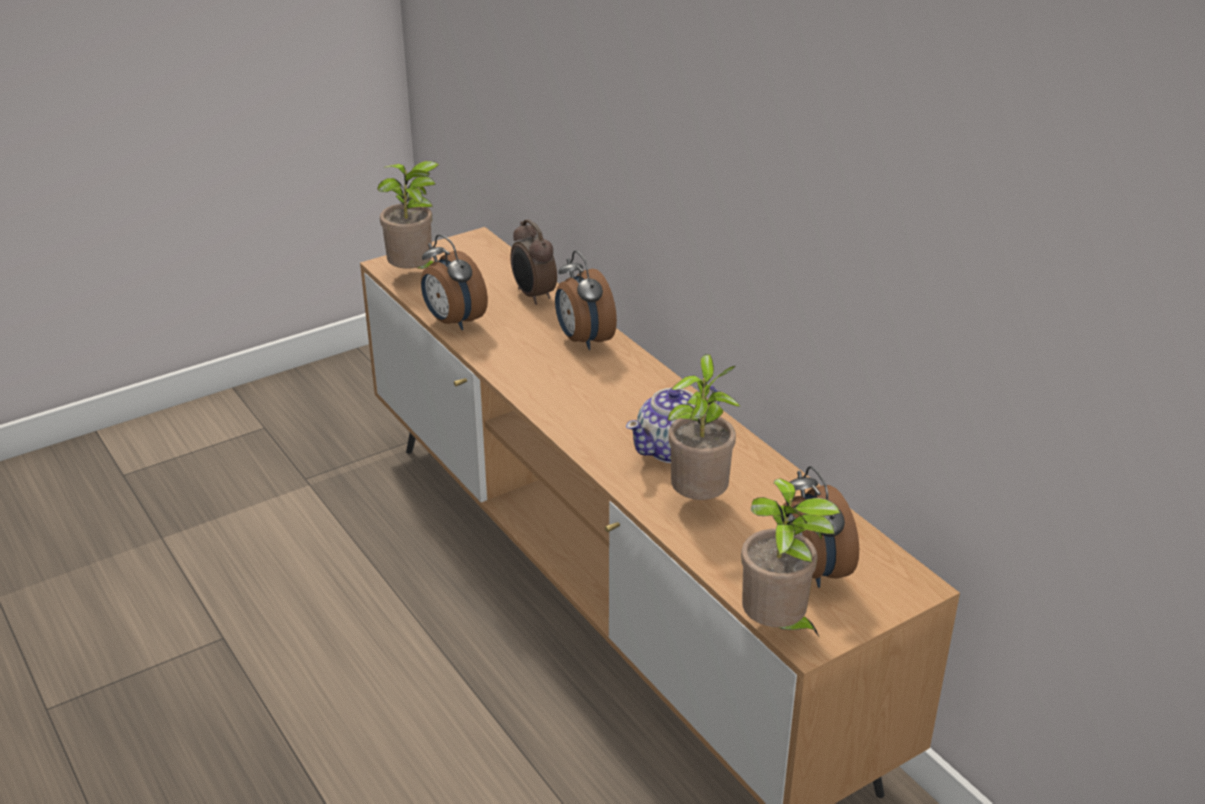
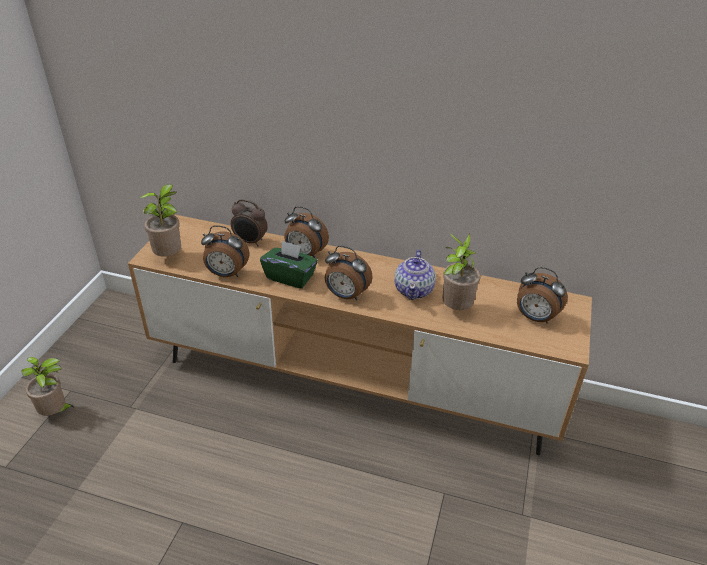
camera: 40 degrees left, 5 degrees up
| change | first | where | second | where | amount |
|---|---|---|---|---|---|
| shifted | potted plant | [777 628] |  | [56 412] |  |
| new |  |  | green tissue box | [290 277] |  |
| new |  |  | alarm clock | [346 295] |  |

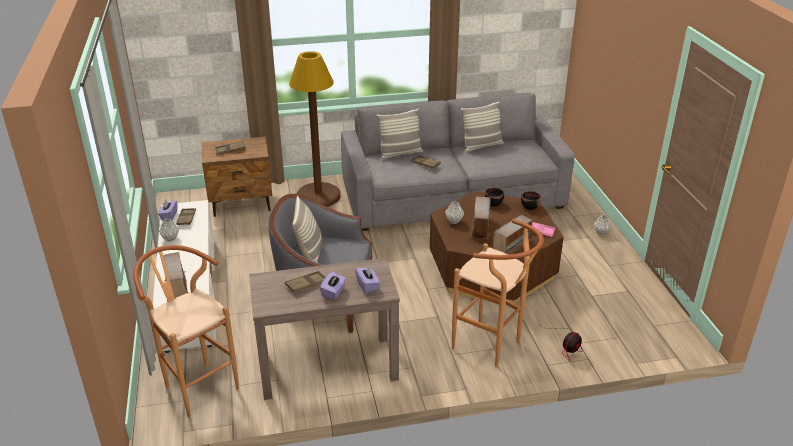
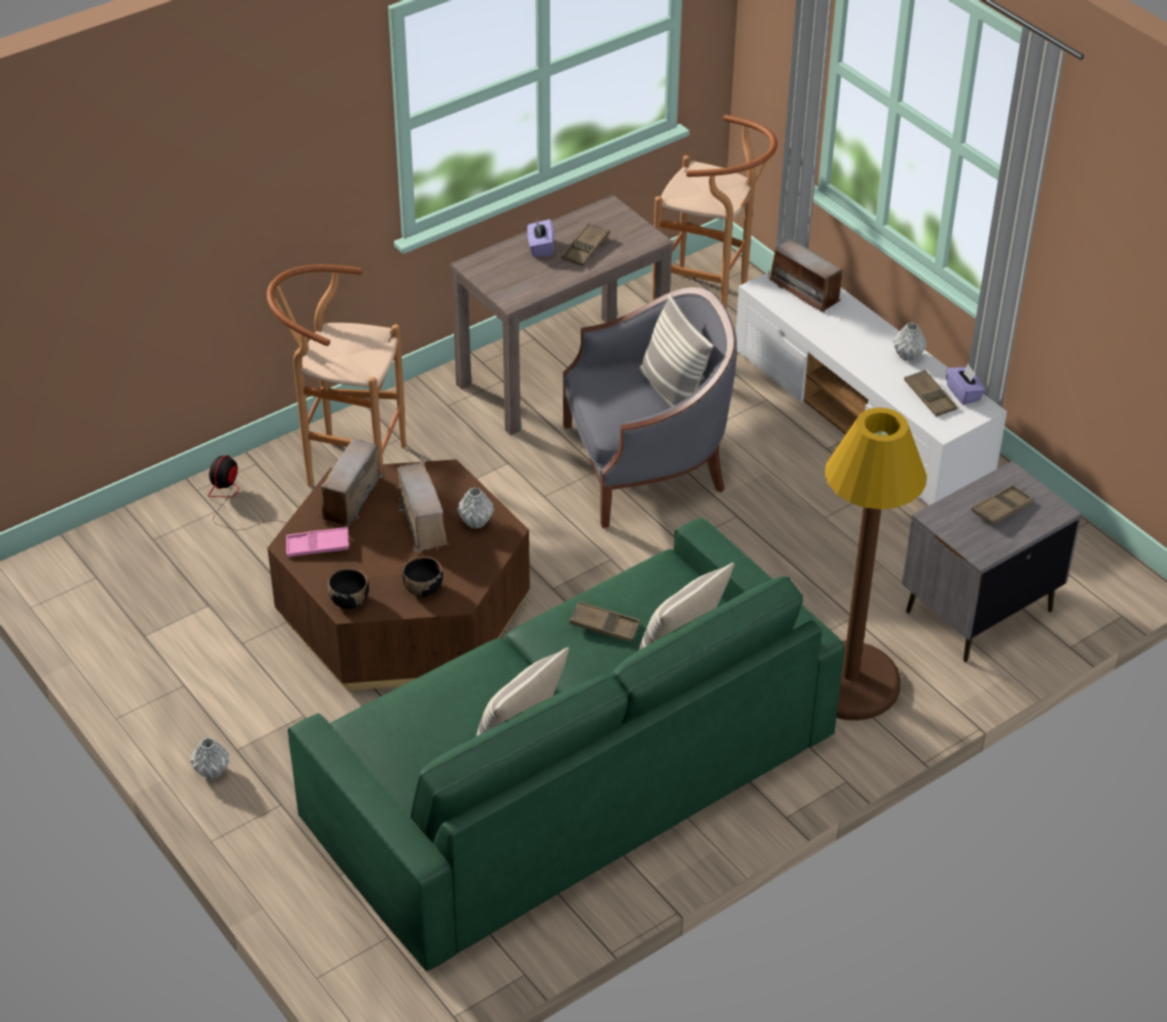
camera: 155 degrees right, 10 degrees up
| change | first | where | second | where | amount |
|---|---|---|---|---|---|
| repainted | grey sofa | [452 196] | green sofa | [570 781] |  |
| repainted | brown nightstand | [242 203] | grey nightstand | [977 611] |  |
| gone | purple tissue box | [367 285] |  |  |  |

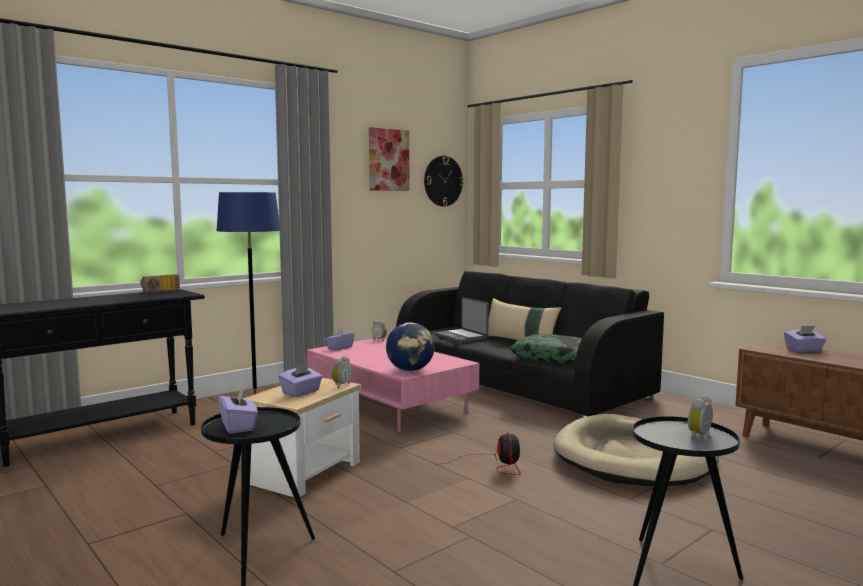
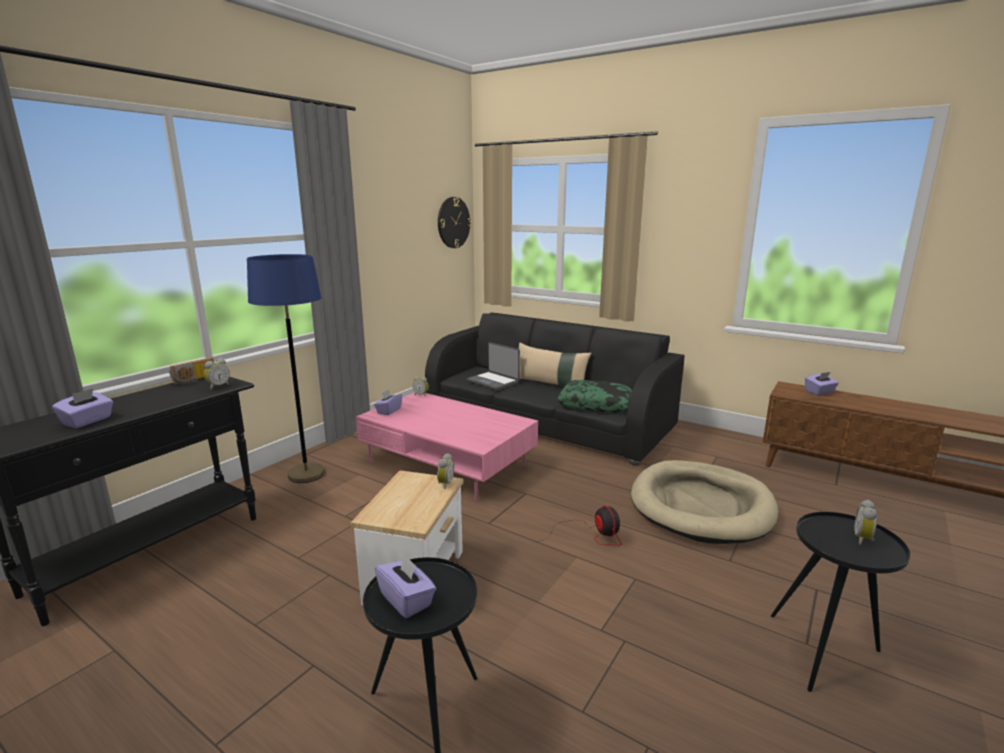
camera: 15 degrees left, 10 degrees up
| change | first | where | second | where | amount |
|---|---|---|---|---|---|
| gone | picture | [388 160] |  |  |  |
| gone | globe | [410 370] |  |  |  |
| shifted | purple tissue box | [301 392] |  | [88 421] |  |
| new |  |  | alarm clock | [218 386] |  |

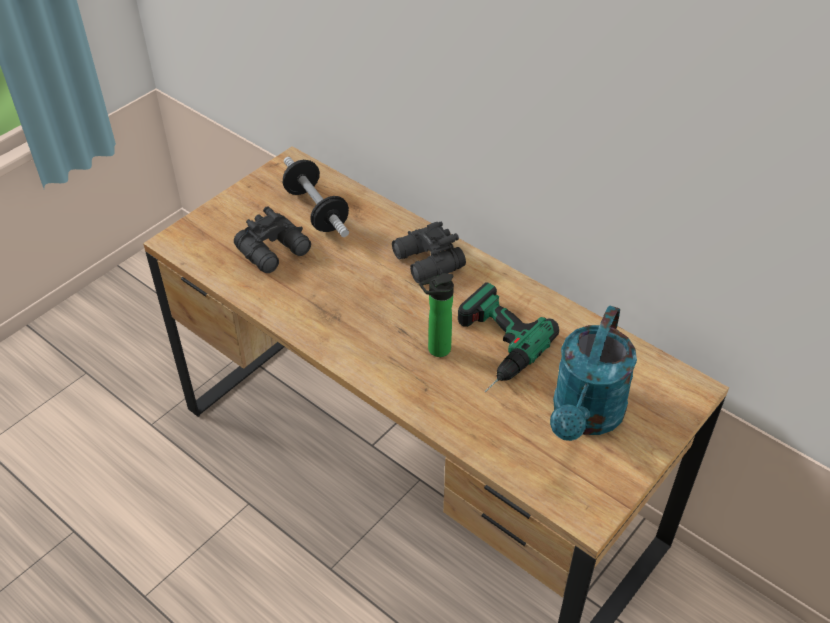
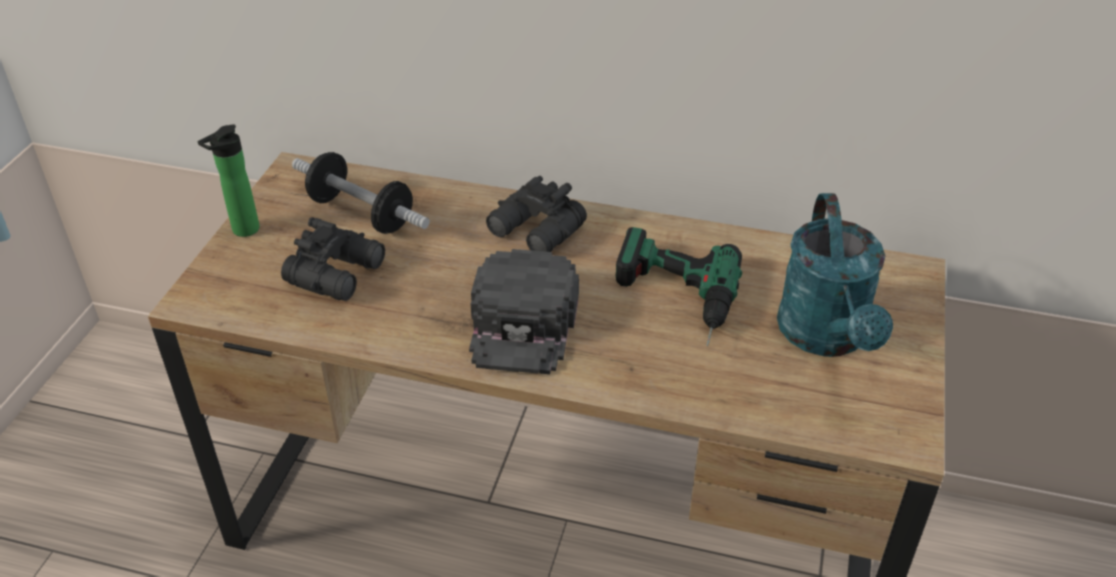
camera: 25 degrees left, 5 degrees down
| change | first | where | second | where | amount |
|---|---|---|---|---|---|
| shifted | bottle | [436 350] |  | [242 231] |  |
| new |  |  | black cap | [524 323] |  |

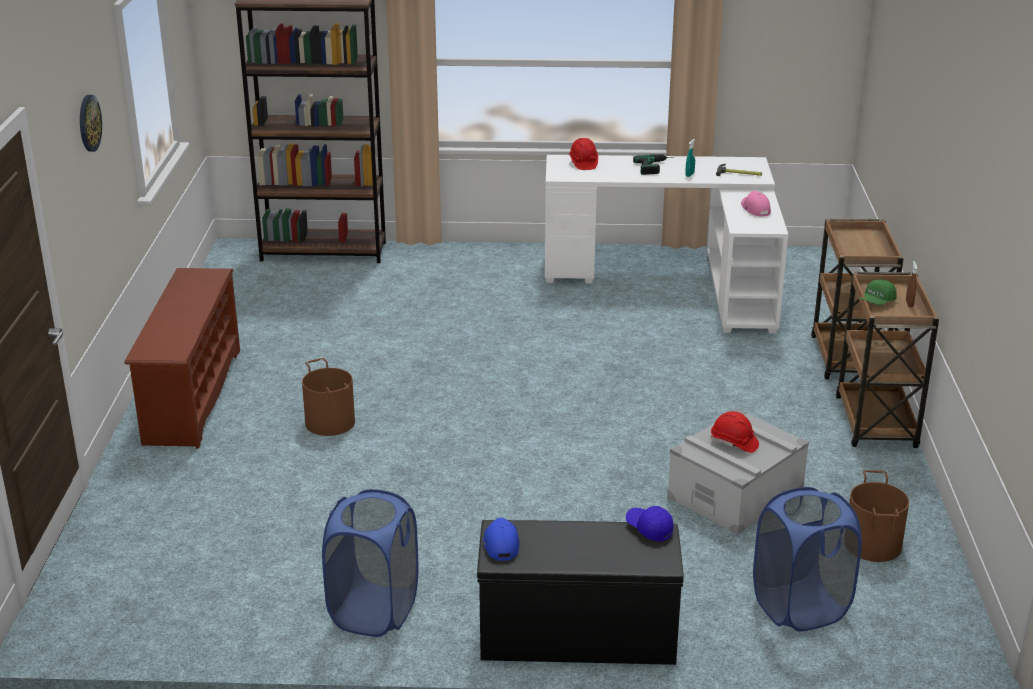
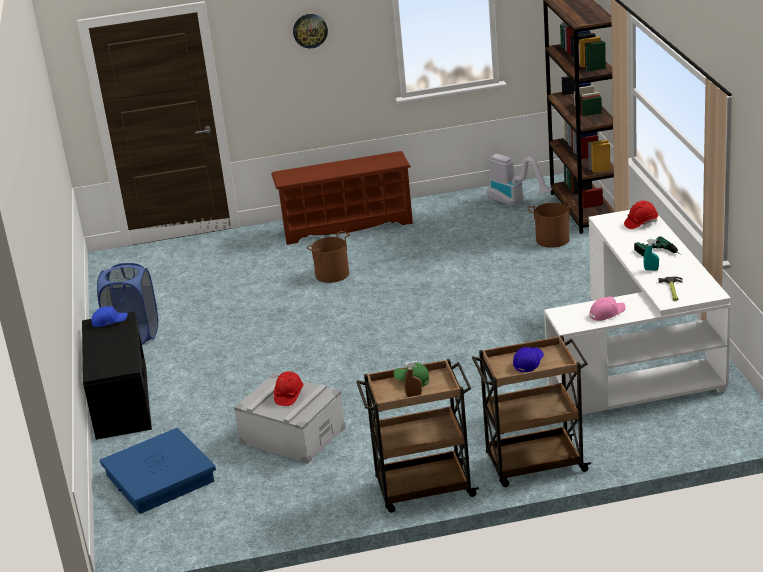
camera: 80 degrees right, 0 degrees up
| change | first | where | second | where | amount |
|---|---|---|---|---|---|
| shifted | brown bucket | [871 544] |  | [552 239] |  |
| swapped | blue laundry basket | [800 607] | blue storage box | [159 478] |  |
| shifted | blue cap | [649 529] |  | [528 363] |  |
| new |  |  | vacuum cleaner | [516 202] |  |

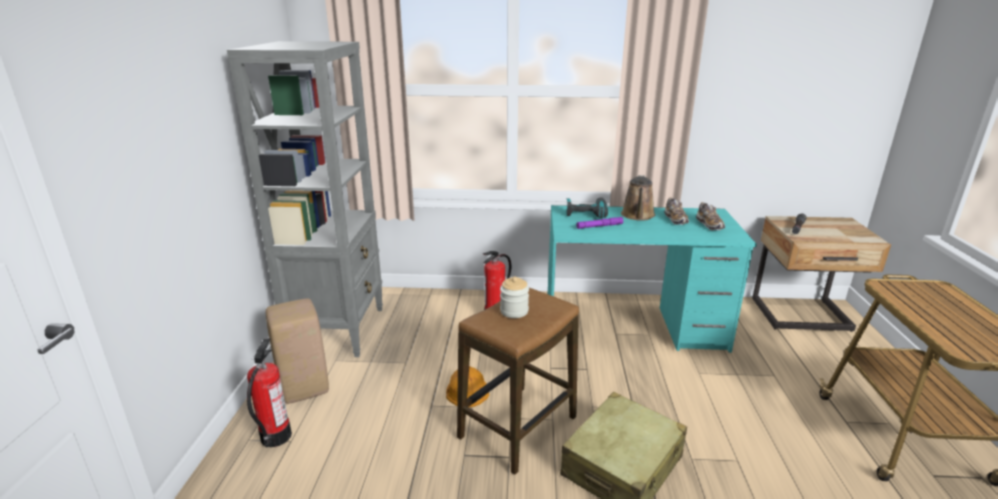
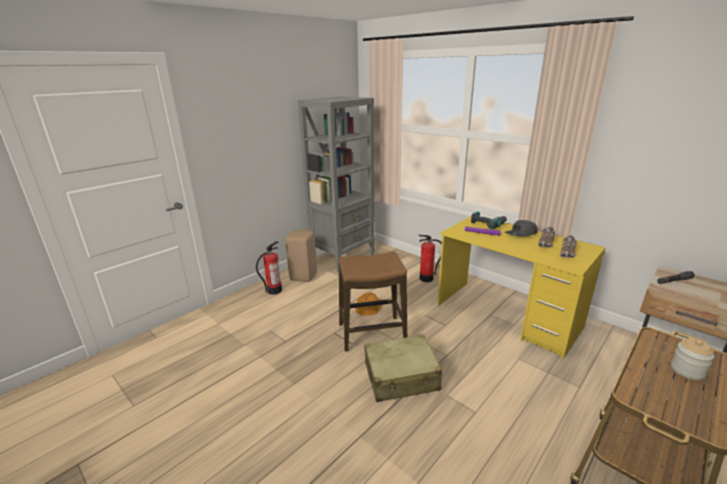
camera: 40 degrees right, 0 degrees up
| change | first | where | second | where | amount |
|---|---|---|---|---|---|
| swapped | brown watering can | [638 216] | grey cap | [521 234] |  |
| repainted | turquoise desk | [633 328] | yellow desk | [507 316] |  |
| shifted | jar | [514 311] |  | [687 370] |  |

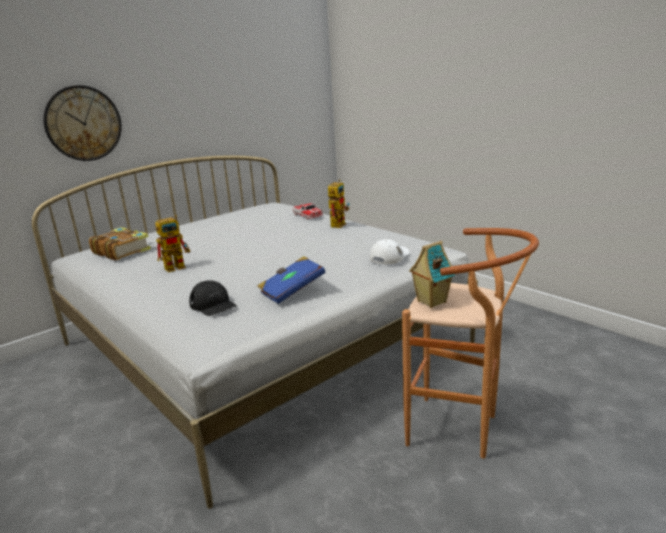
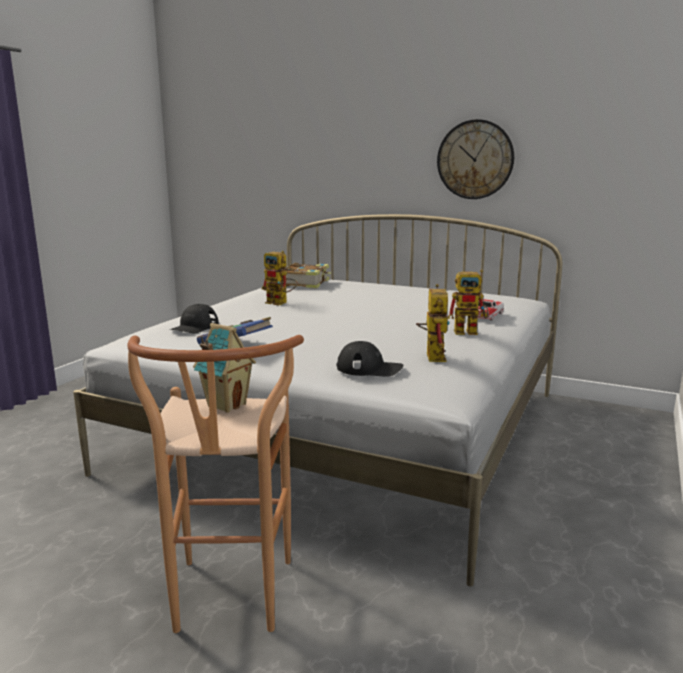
camera: 65 degrees right, 5 degrees down
| change | first | where | second | where | amount |
|---|---|---|---|---|---|
| shifted | wall clock | [83 123] |  | [475 159] |  |
| repainted | white cap | [389 256] | black cap | [369 368] |  |
| new |  |  | toy robot | [432 355] |  |

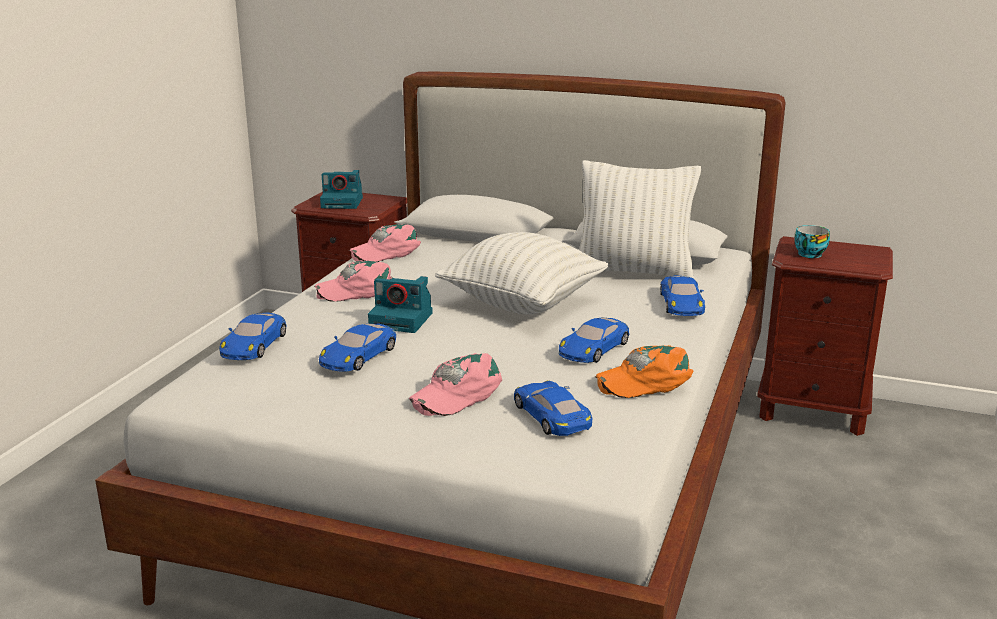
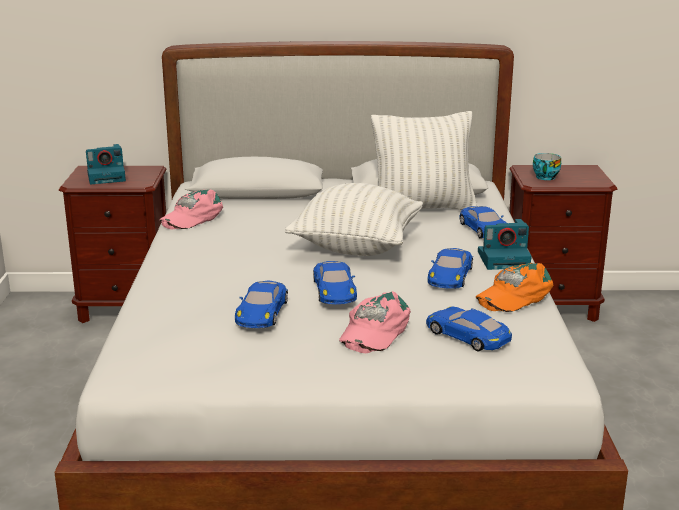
camera: 20 degrees left, 0 degrees up
| change | first | where | second | where | amount |
|---|---|---|---|---|---|
| gone | pink cap | [357 290] |  |  |  |
| shifted | photo camera | [403 320] |  | [504 259] |  |
| shifted | blue toy car | [254 344] |  | [334 290] |  |

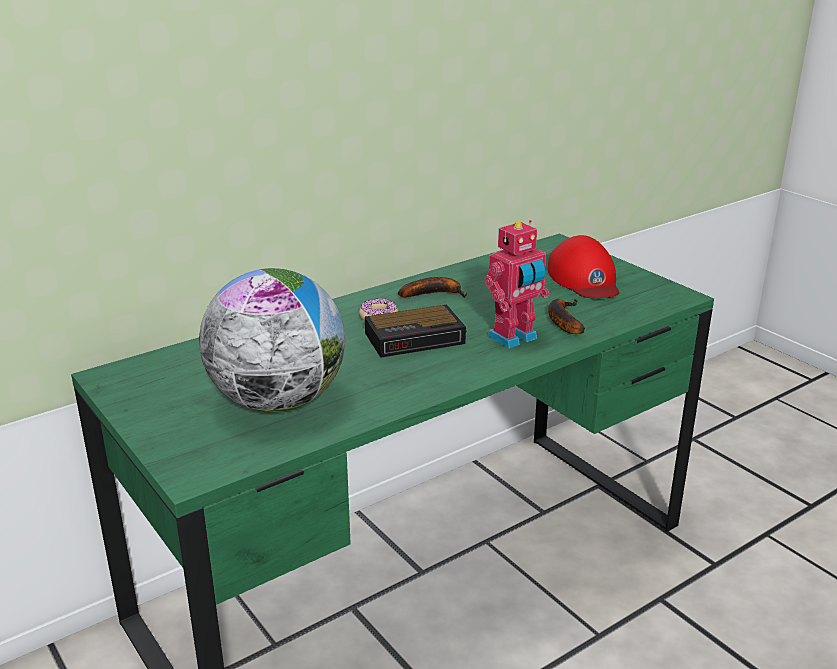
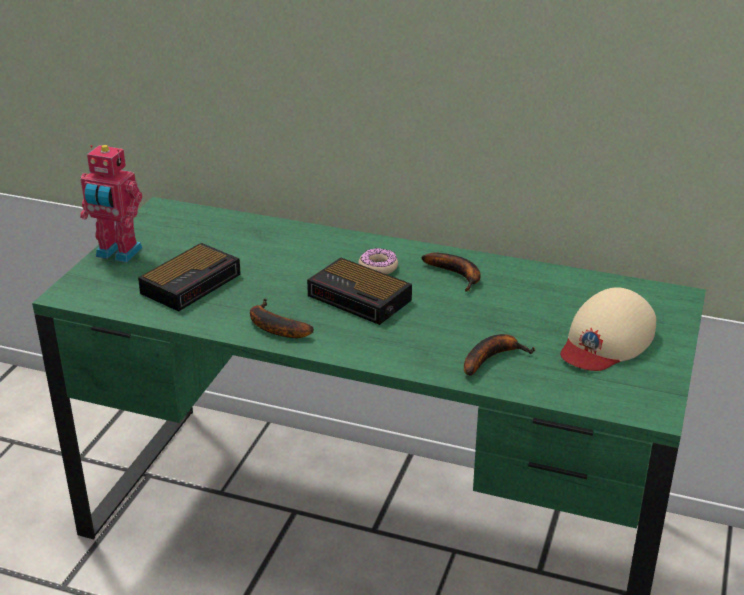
camera: 55 degrees right, 5 degrees up
| change | first | where | second | where | amount |
|---|---|---|---|---|---|
| shifted | toy robot | [514 338] |  | [117 253] |  |
| repainted | red cap | [584 279] | beige cap | [606 340] |  |
| swapped | globe | [278 401] | alarm clock | [192 283] |  |
| new |  |  | banana | [273 327] |  |

